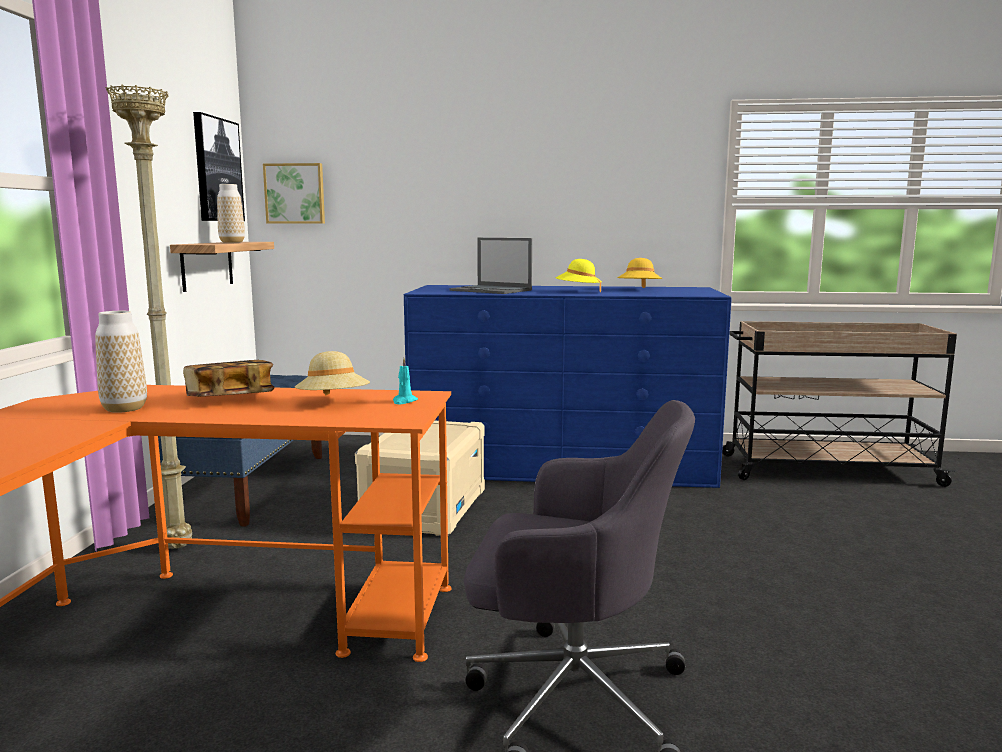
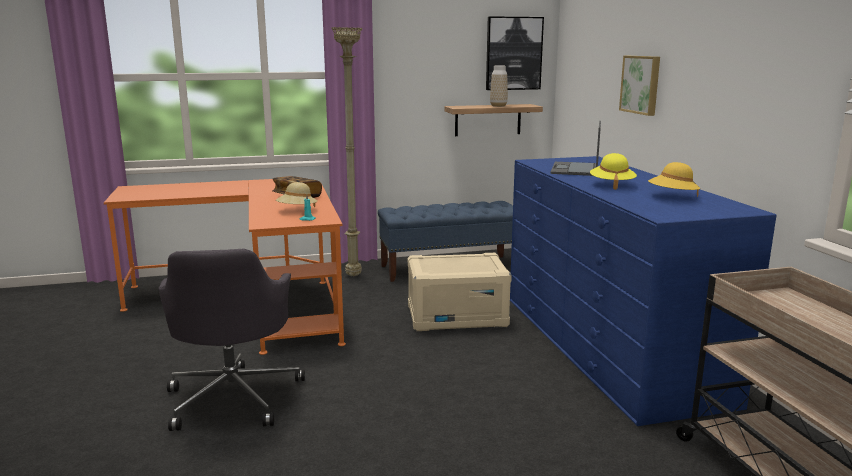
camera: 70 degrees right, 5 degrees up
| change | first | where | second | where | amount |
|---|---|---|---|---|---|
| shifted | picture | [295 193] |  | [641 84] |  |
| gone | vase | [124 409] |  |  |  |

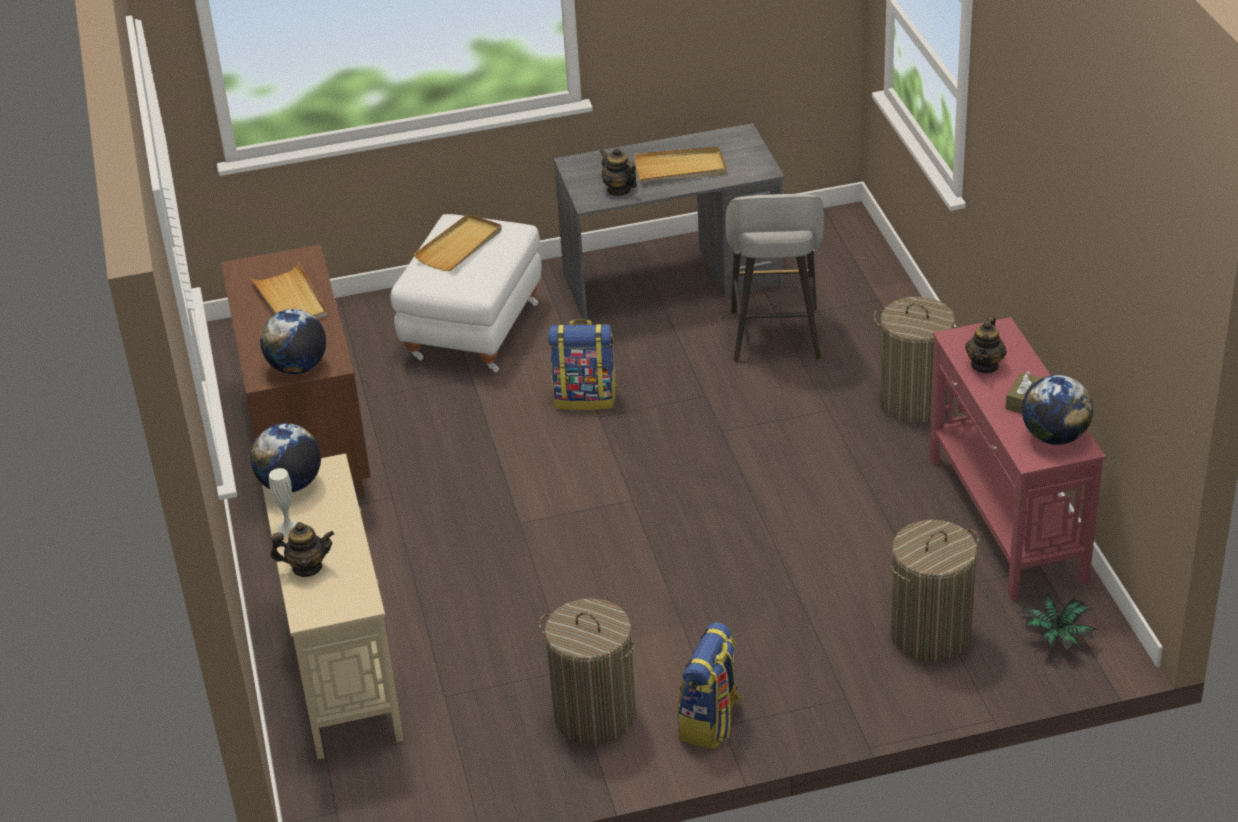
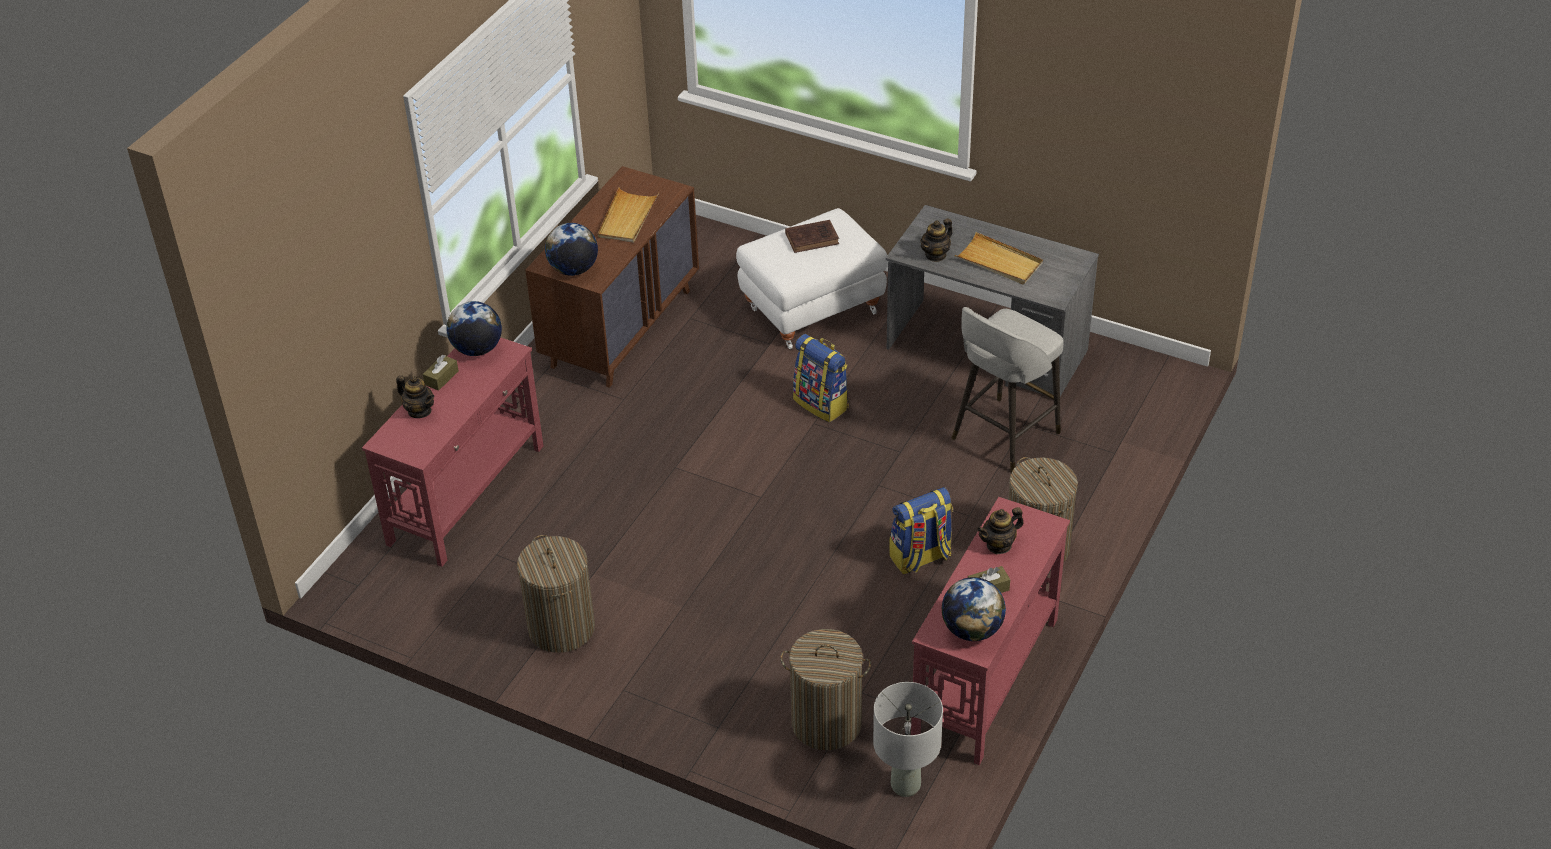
camera: 40 degrees right, 5 degrees up
| change | first | where | second | where | amount |
|---|---|---|---|---|---|
| rotated | teapot | [619 189] |  | [935 255] | 135 degrees counterclockwise |
| swapped | beige tray | [460 246] | brown book | [813 238] |  |
| repainted | beige console table | [343 664] | red console table | [467 494] |  |
| swapped | white vase | [288 528] | brown tissue box | [441 378] |  |
| swapped | potted plant | [1056 637] | grey table lamp | [906 785] |  |
| shifted | backpack | [711 722] |  | [920 557] |  |

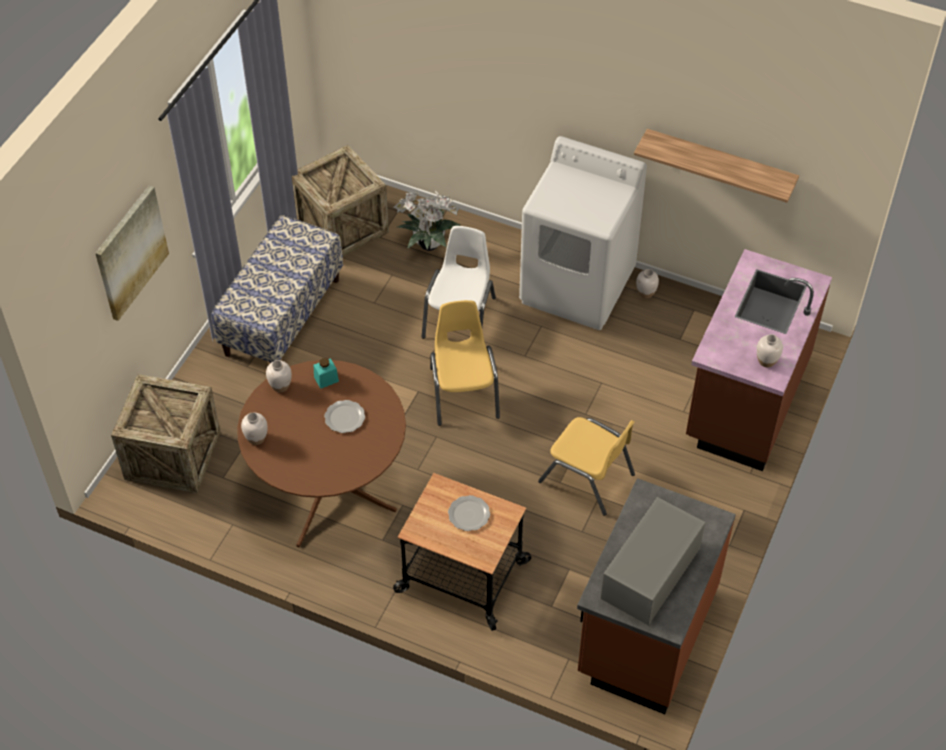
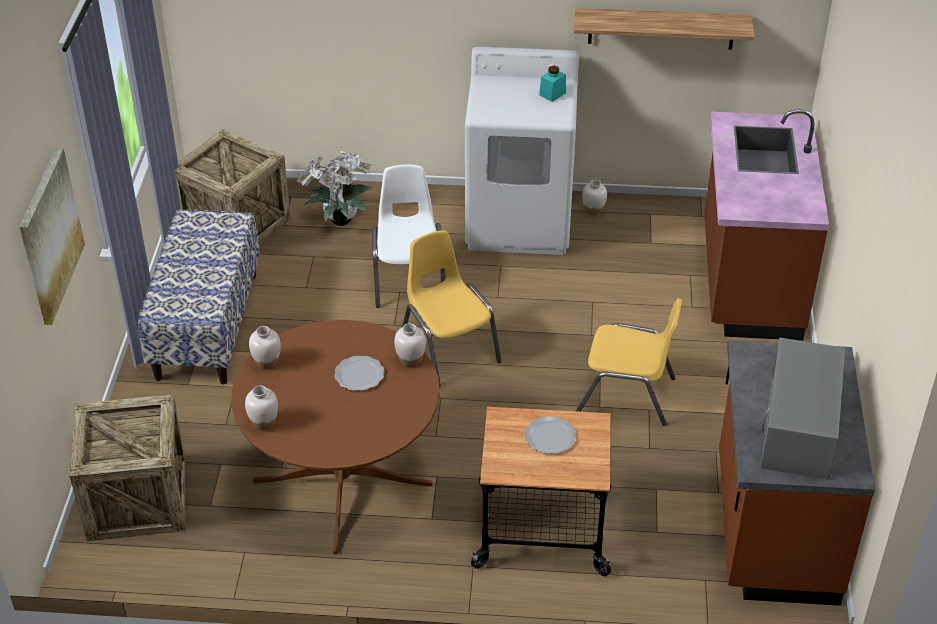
camera: 20 degrees left, 10 degrees down
| change | first | where | second | where | amount |
|---|---|---|---|---|---|
| shifted | white vase | [766 361] |  | [410 360] |  |
| shifted | turquoise jar | [326 379] |  | [552 94] |  |

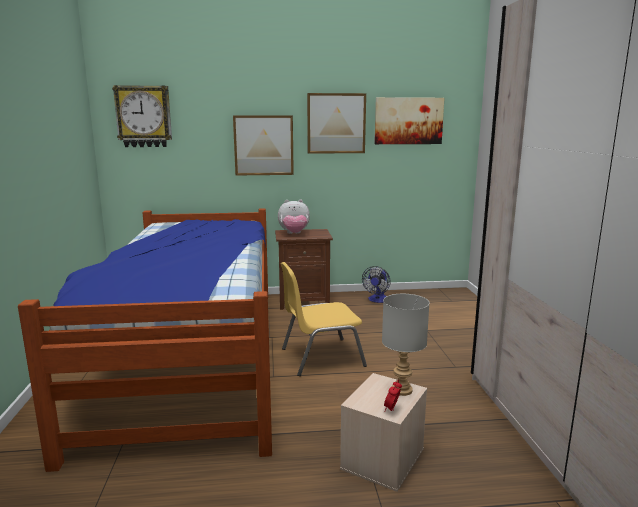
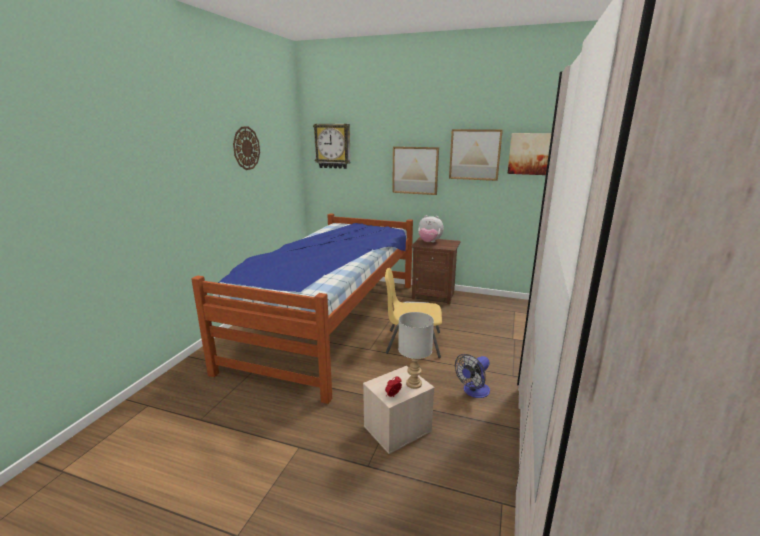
camera: 25 degrees right, 5 degrees up
| change | first | where | second | where | amount |
|---|---|---|---|---|---|
| shifted | fan | [377 300] |  | [473 392] |  |
| new |  |  | wall clock | [246 148] |  |

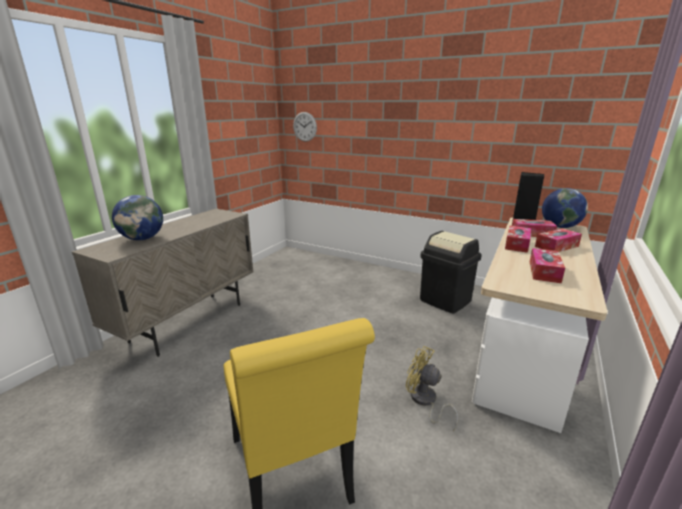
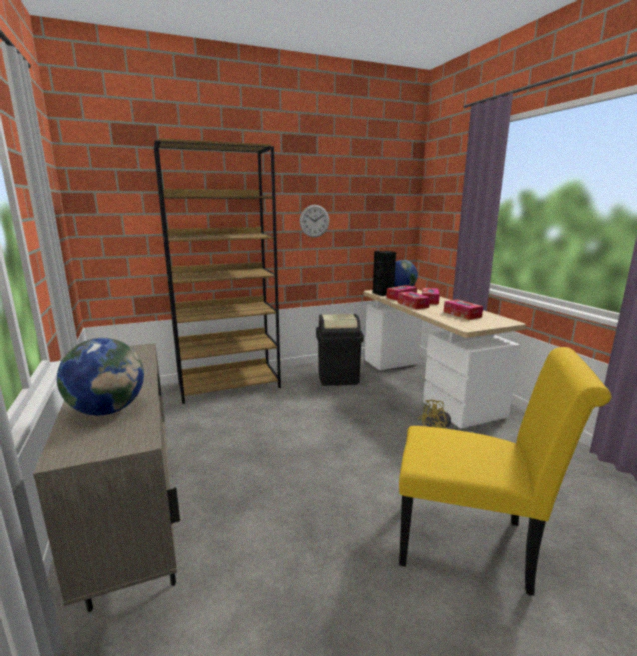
camera: 50 degrees left, 5 degrees down
| change | first | where | second | where | amount |
|---|---|---|---|---|---|
| shifted | wall clock | [304 126] |  | [314 221] |  |
| new |  |  | brown bookcase | [229 385] |  |

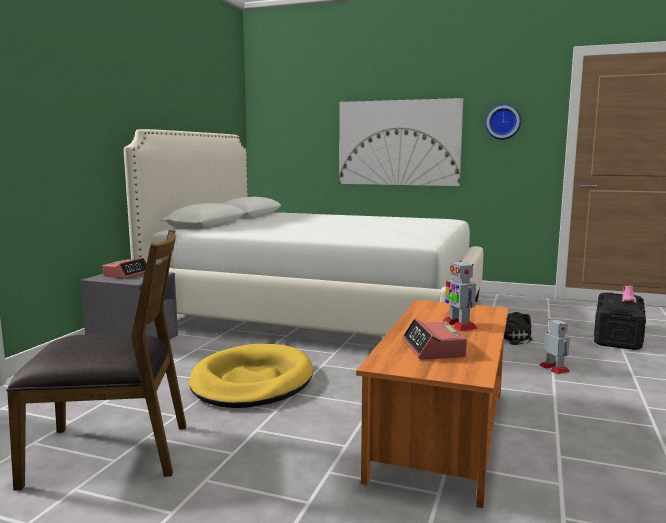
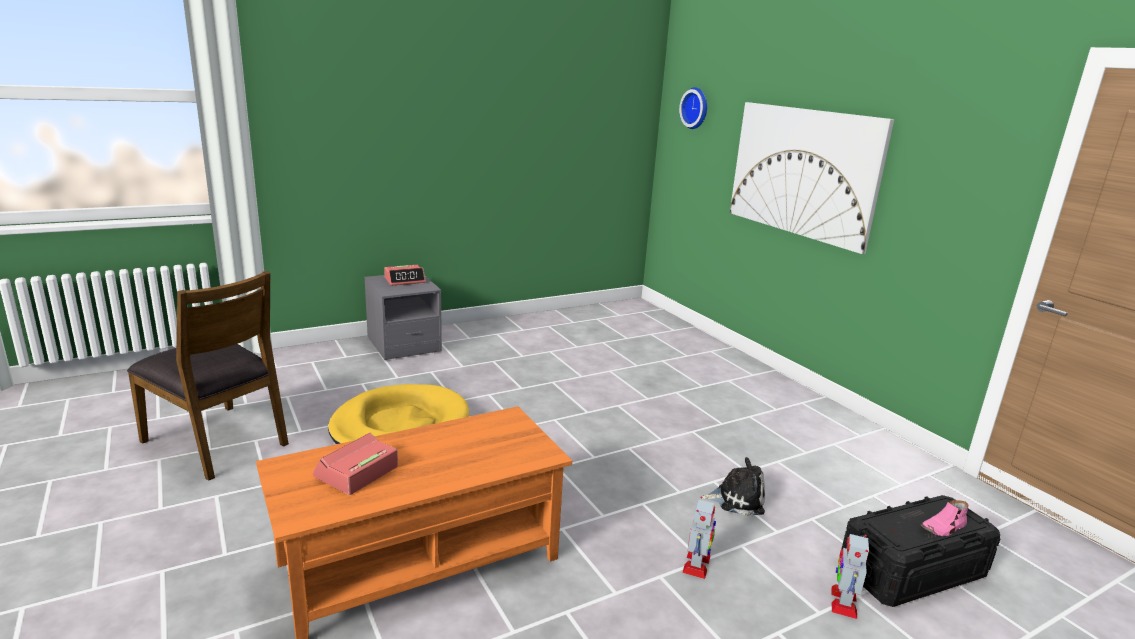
camera: 40 degrees right, 10 degrees up
| change | first | where | second | where | amount |
|---|---|---|---|---|---|
| shifted | wall clock | [503 122] |  | [696 108] |  |
| gone | white bed | [321 312] |  |  |  |
| shifted | toy robot | [458 325] |  | [843 601] |  |

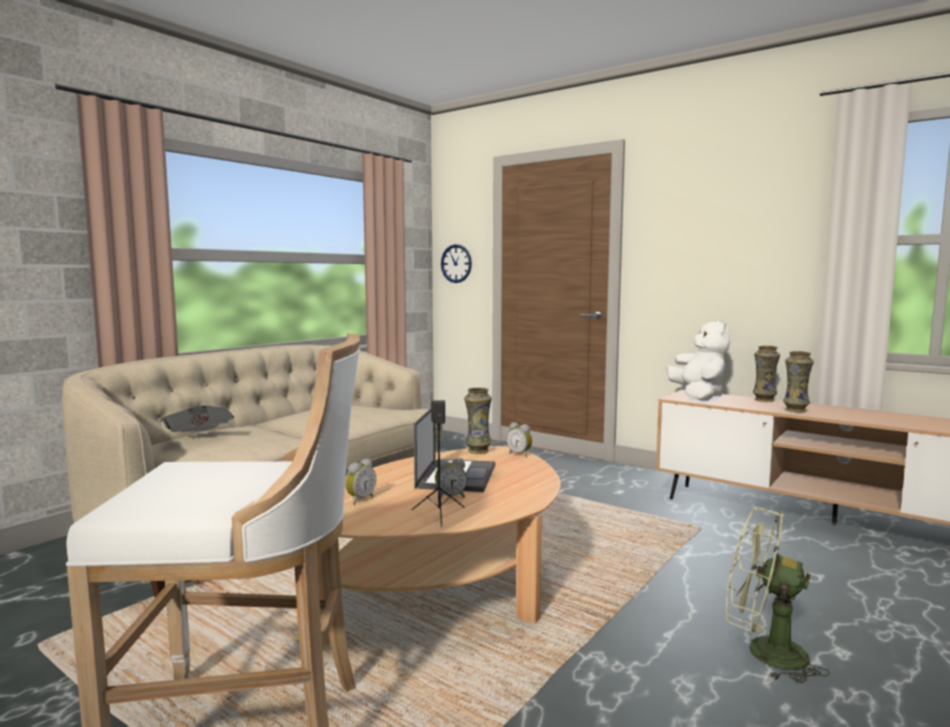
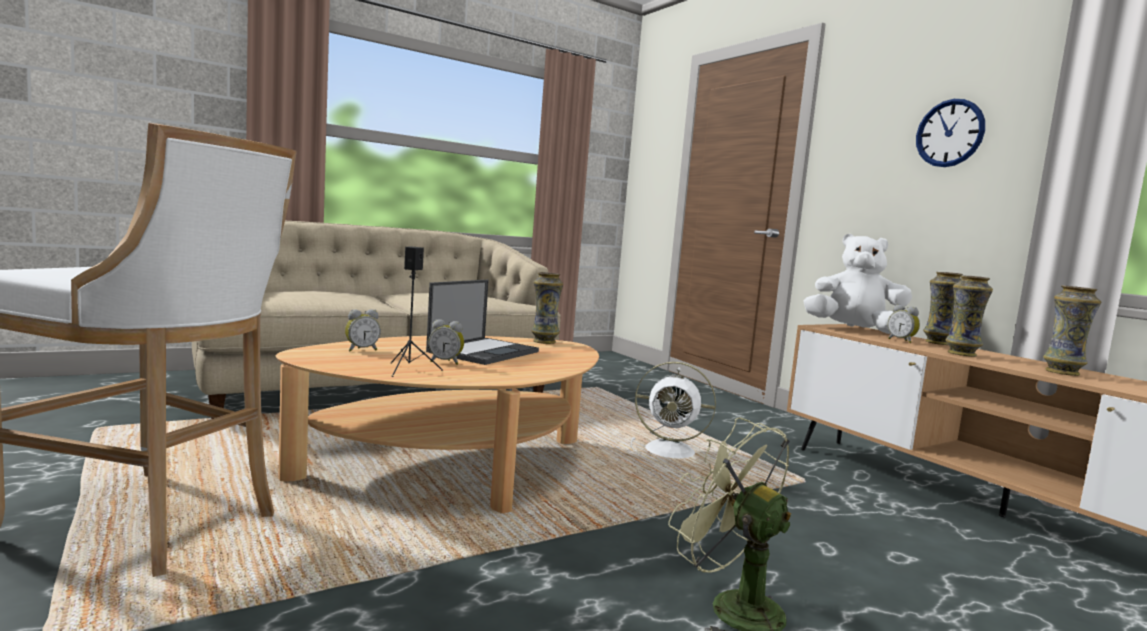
camera: 20 degrees right, 0 degrees up
| change | first | where | second | where | amount |
|---|---|---|---|---|---|
| shifted | wall clock | [456 263] |  | [949 133] |  |
| rotated | white plush toy | [698 396] |  | [854 329] | 90 degrees counterclockwise |
| gone | newspaper | [200 438] |  |  |  |
| shifted | alarm clock | [520 454] |  | [902 341] |  |
| new |  |  | vase | [1063 372] |  |
| new |  |  | white fan | [672 451] |  |

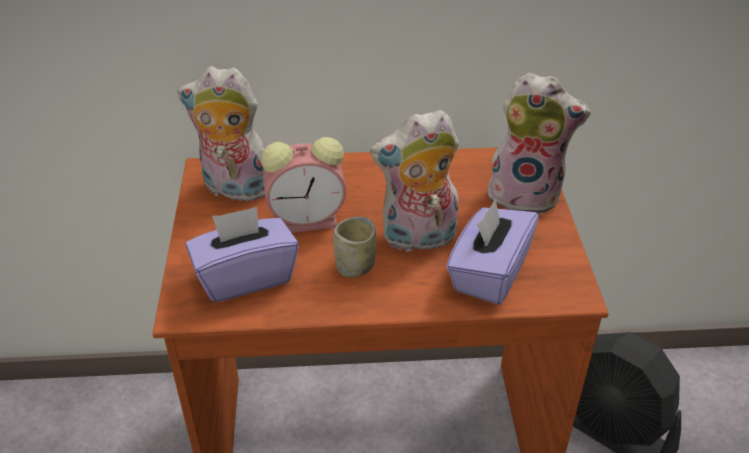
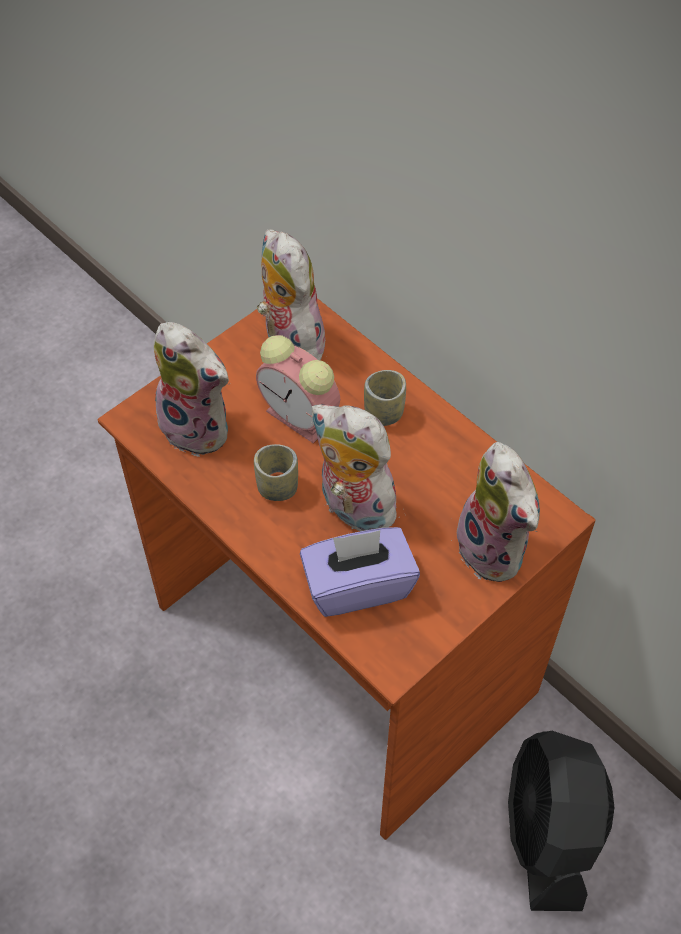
camera: 50 degrees right, 15 degrees up
| change | first | where | second | where | amount |
|---|---|---|---|---|---|
| swapped | purple tissue box | [245 276] | plush toy | [200 427] |  |
| new |  |  | cup | [383 414] |  |

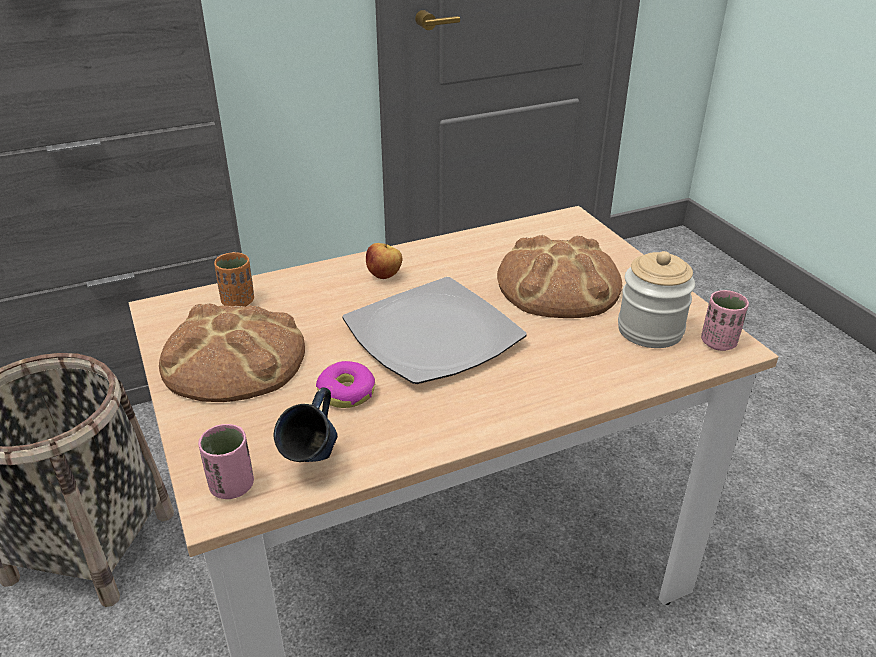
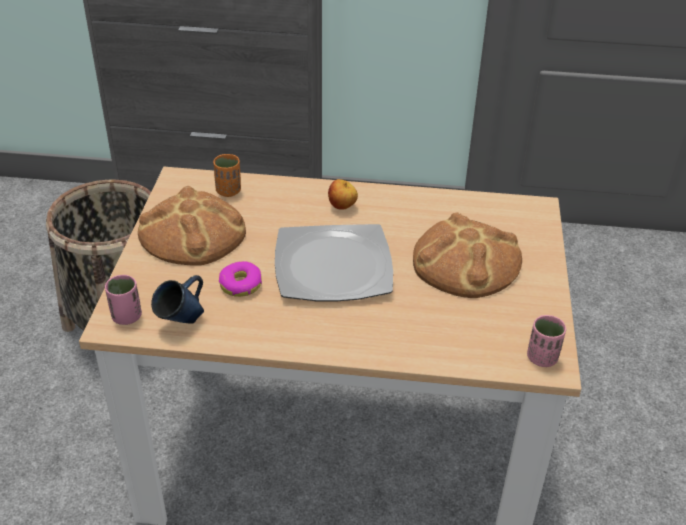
camera: 30 degrees right, 5 degrees up
| change | first | where | second | where | amount |
|---|---|---|---|---|---|
| gone | jar | [650 330] |  |  |  |

